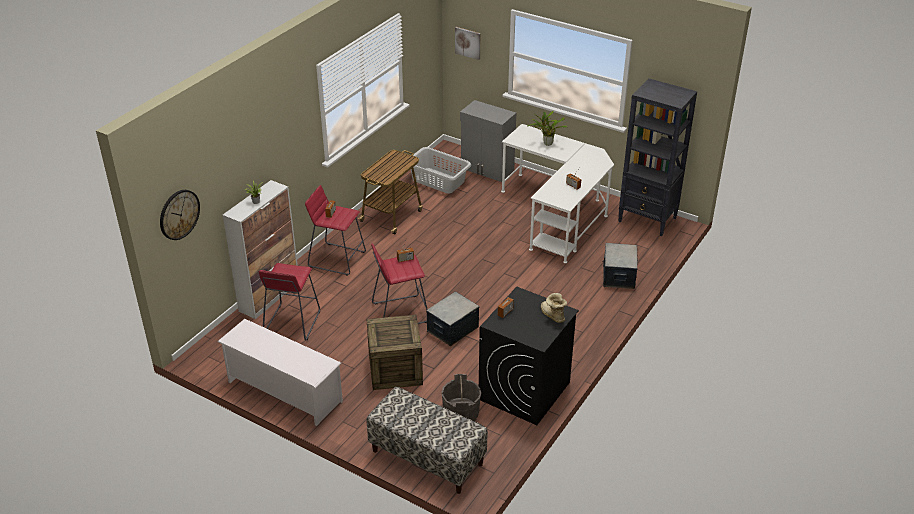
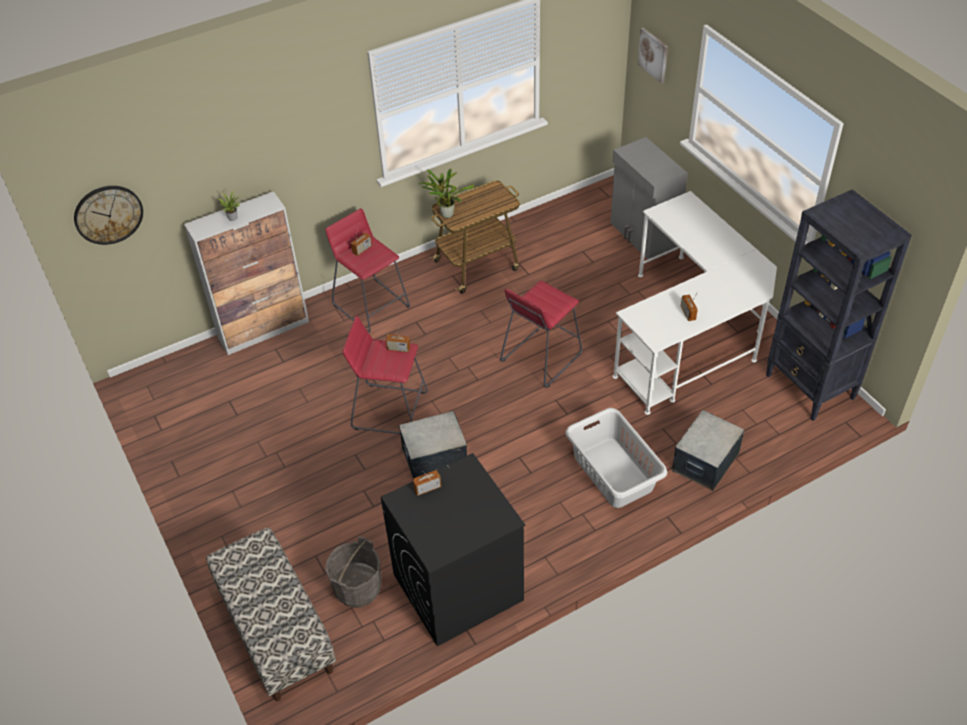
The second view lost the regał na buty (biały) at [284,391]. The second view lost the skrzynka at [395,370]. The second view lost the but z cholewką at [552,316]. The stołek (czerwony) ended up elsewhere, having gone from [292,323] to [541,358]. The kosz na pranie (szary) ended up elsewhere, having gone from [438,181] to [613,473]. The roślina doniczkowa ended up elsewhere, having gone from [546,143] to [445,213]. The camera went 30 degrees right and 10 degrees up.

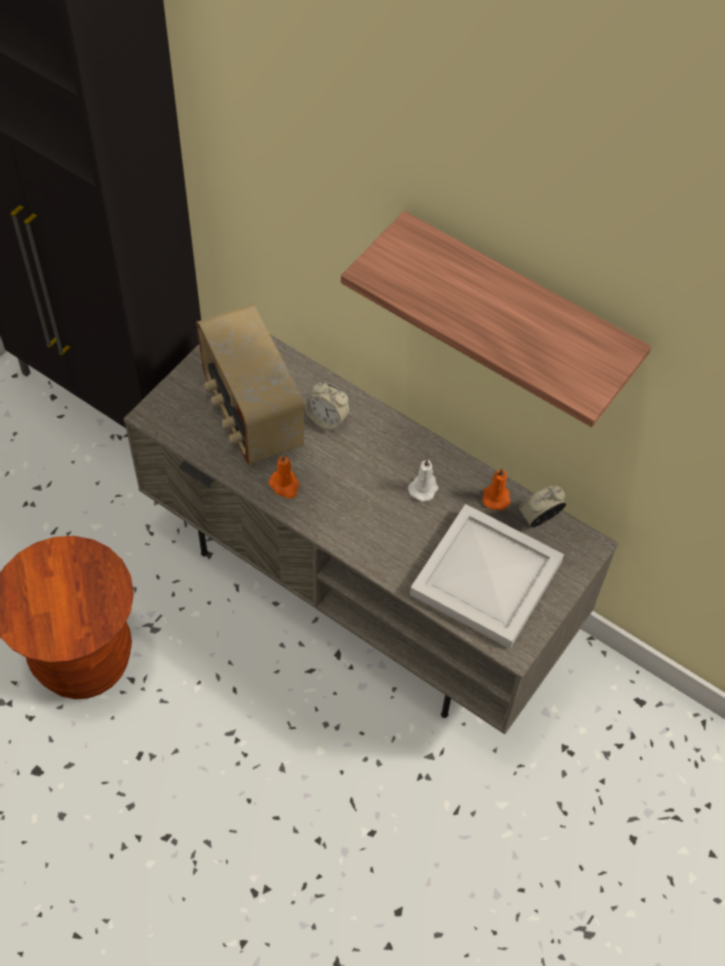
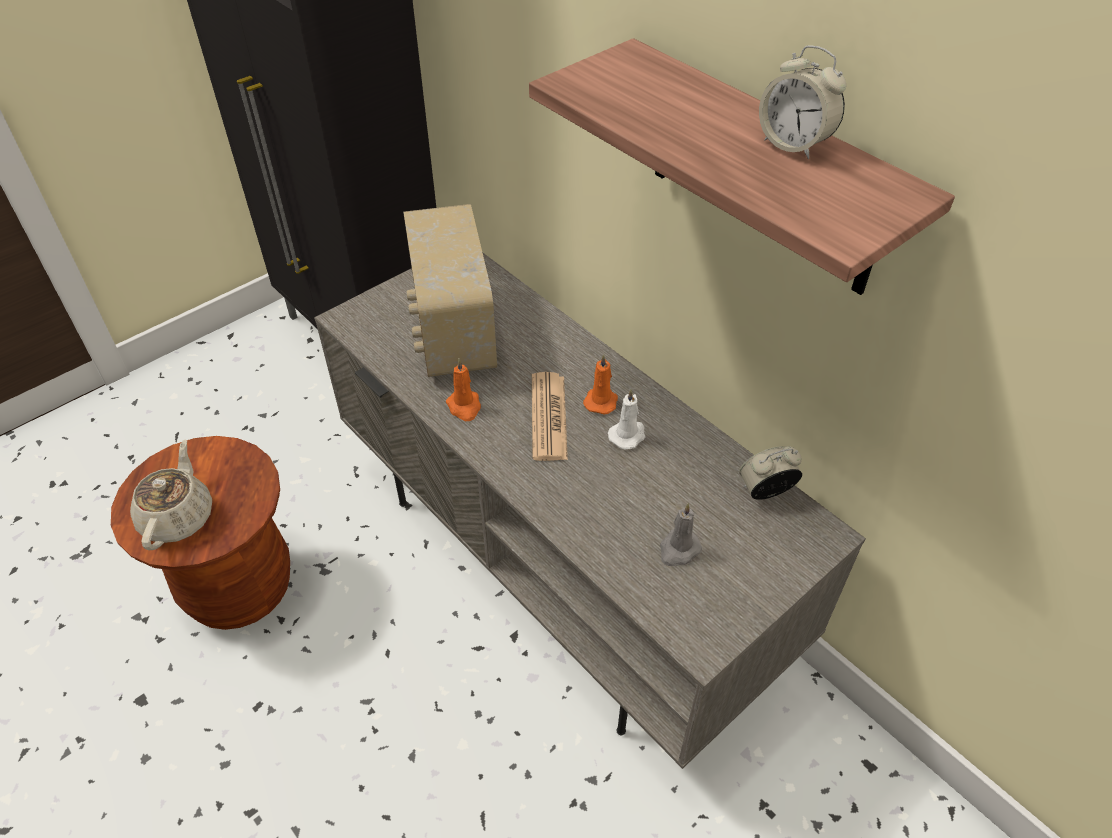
The second view gained the imbryk (beżowy) at [178,517]. The second view gained the gazeta at [548,417]. The budzik ended up elsewhere, having gone from [327,419] to [793,144]. The świeca (pomarańczowy) ended up elsewhere, having gone from [496,496] to [601,400]. Where the taca (biały) stood at [483,579], the świeca (szary) came to stand at [678,550]. The camera went 15 degrees right and 10 degrees down.

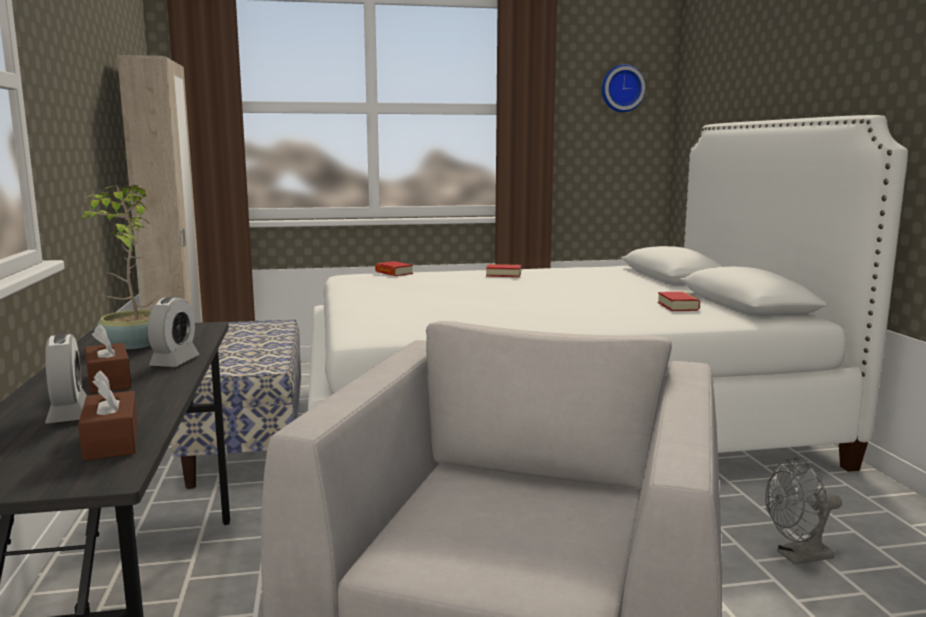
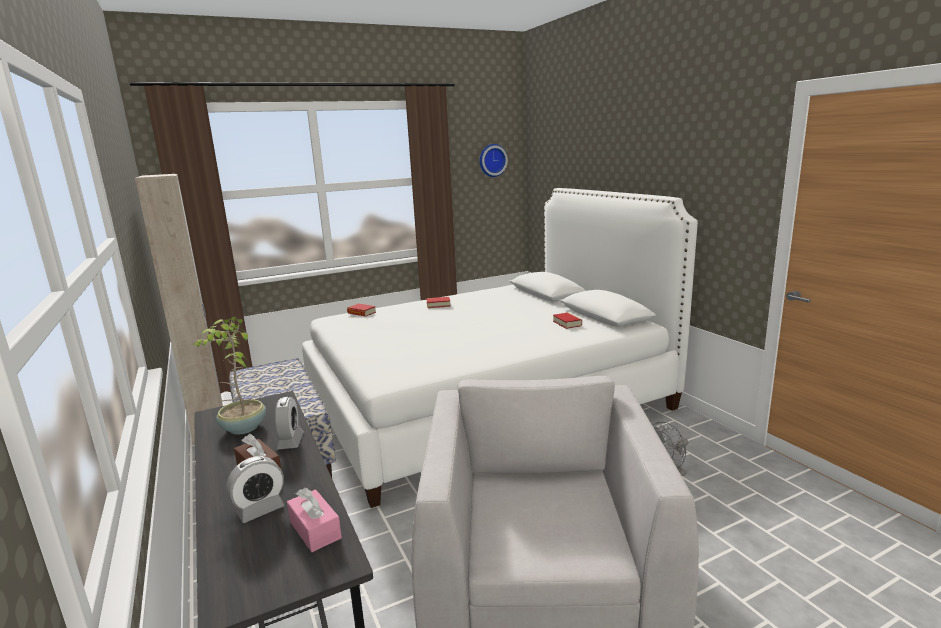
What was the pudełko chusteczek (brązowy) at [111,441] turned into the pudełko chusteczek (różowy) at [315,530]. The budzik at [69,414] ended up facing another way, 90 degrees clockwise from before. The camera went 15 degrees left and 5 degrees up.

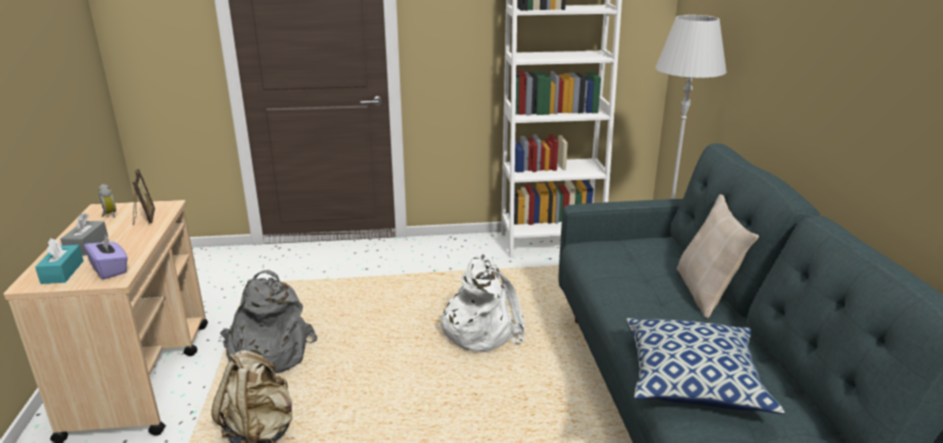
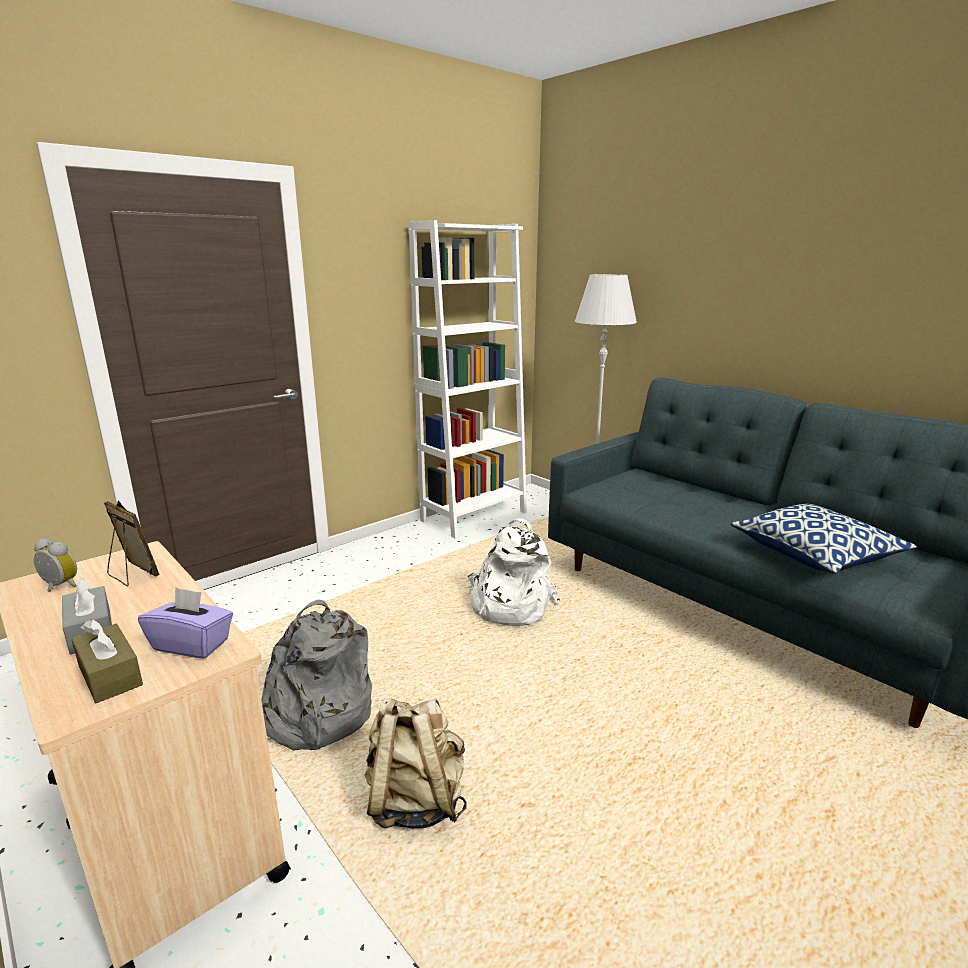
The second view lost the poduszka (beżowy) at [706,293]. What was the pudełko chusteczek (turkusowy) at [62,272] turned into the pudełko chusteczek (brązowy) at [110,675]. The camera went 35 degrees left and 5 degrees down.

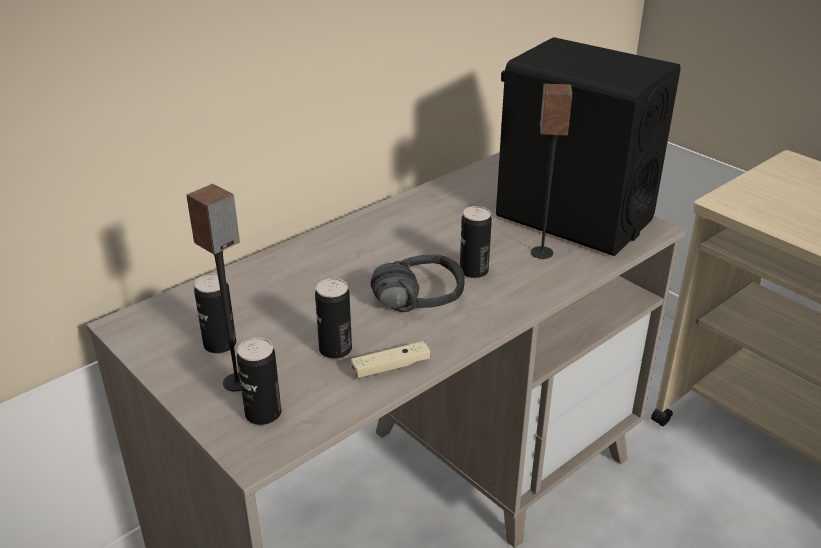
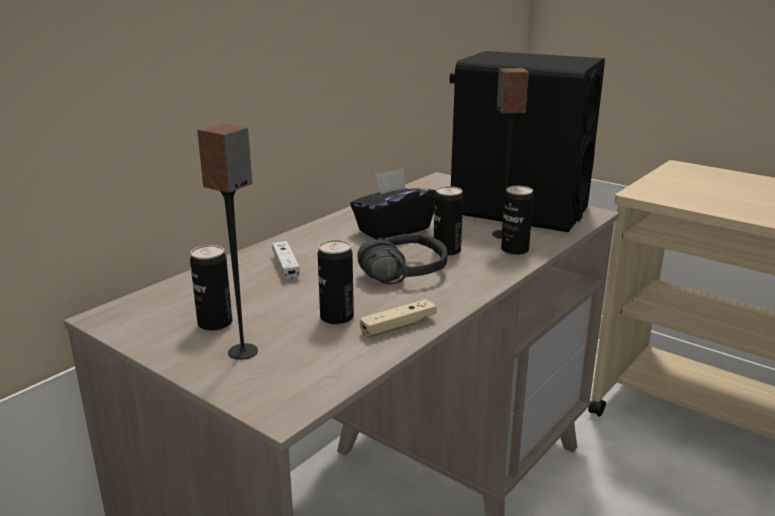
The second view gained the pad do gier (biały) at [286,266]. The second view gained the pudełko chusteczek (czarny) at [393,230]. The puszka ended up elsewhere, having gone from [263,414] to [514,250]. The camera went 10 degrees left and 10 degrees down.

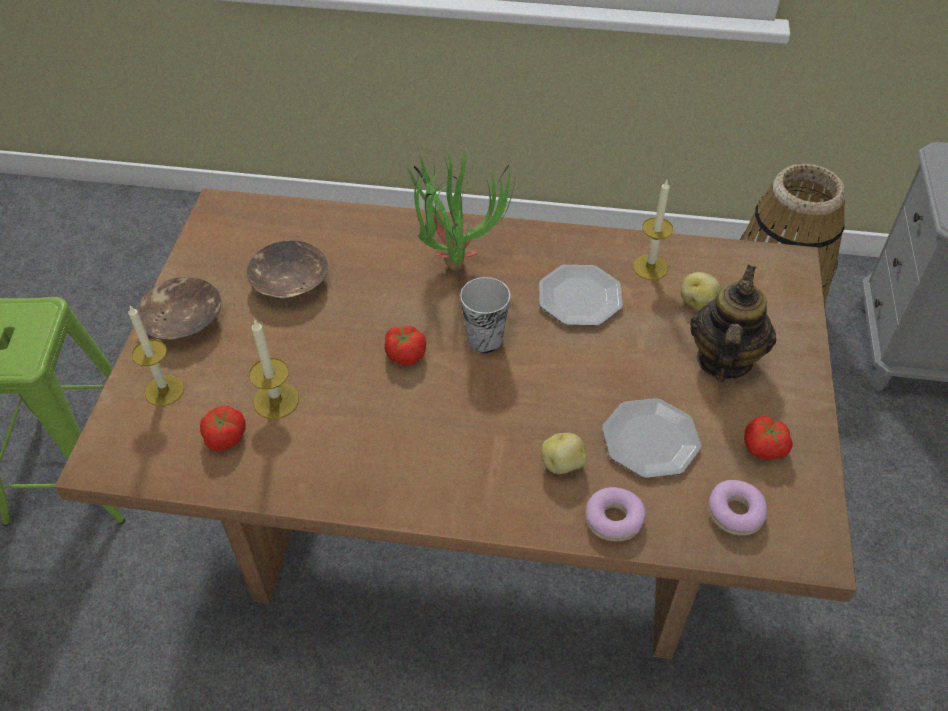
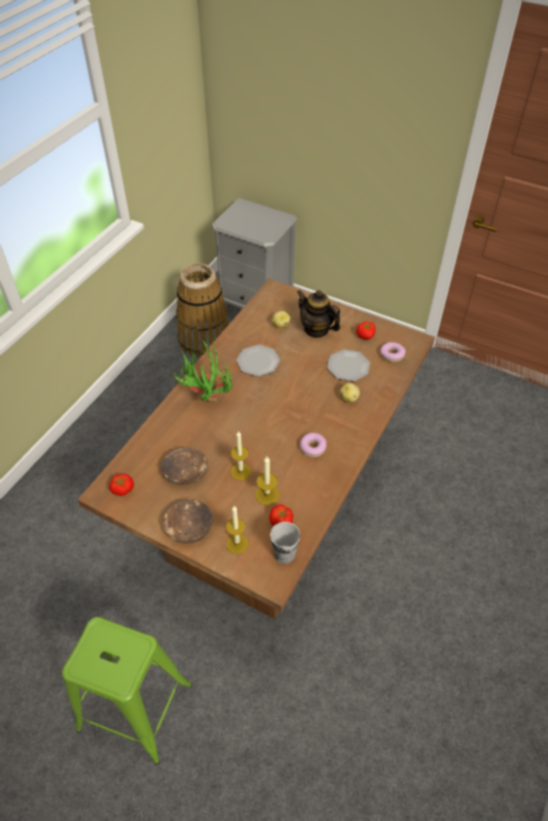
The pomidor ended up elsewhere, having gone from [406,354] to [122,488]. The filiżanka ended up elsewhere, having gone from [485,339] to [284,554]. The donut ended up elsewhere, having gone from [614,519] to [313,447]. The świeca ended up elsewhere, having gone from [650,267] to [240,471]. The camera went 70 degrees left and 0 degrees up.

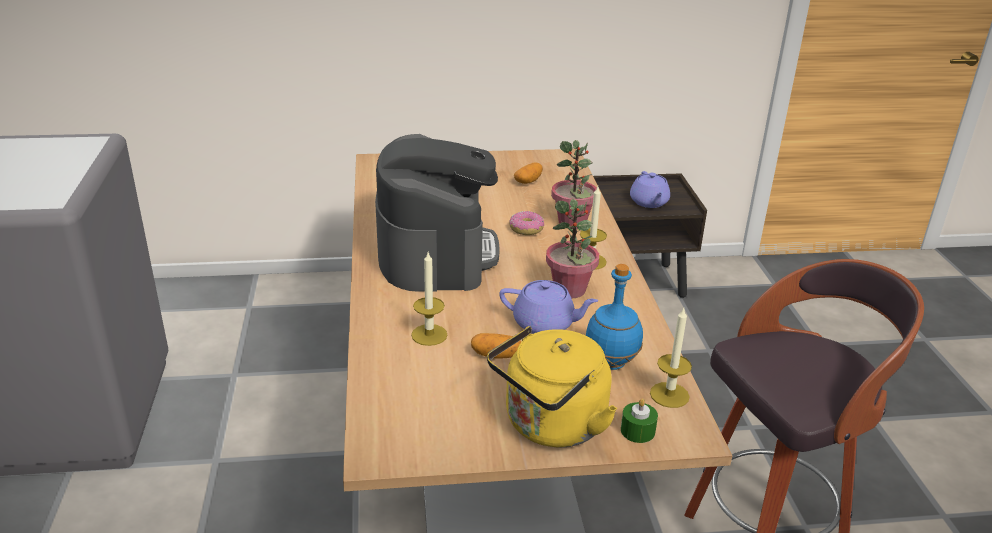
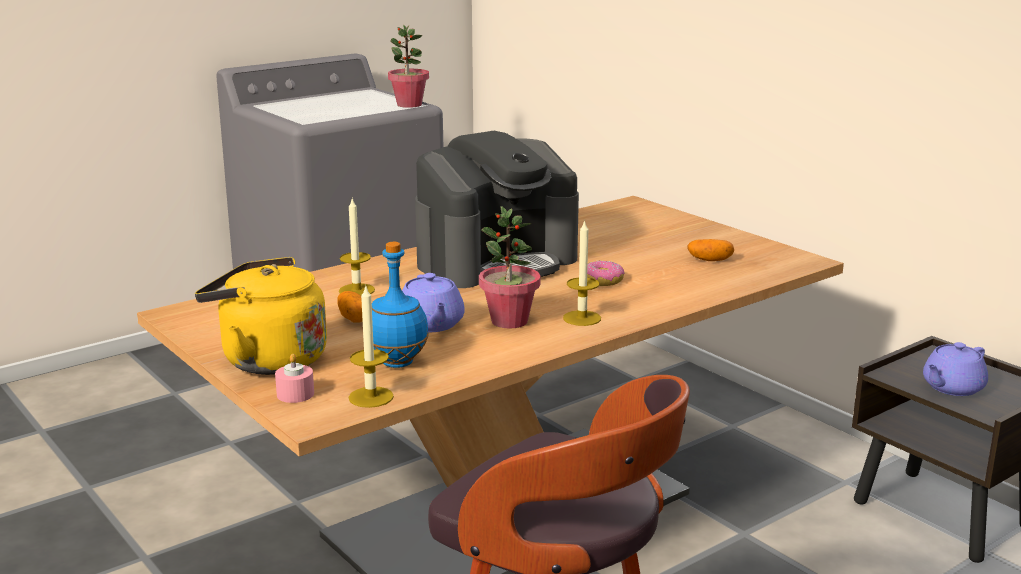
The roślina doniczkowa ended up elsewhere, having gone from [572,223] to [409,105]. What was the świeca (zielony) at [637,431] turned into the świeca (różowy) at [295,394]. The camera went 60 degrees right and 10 degrees down.

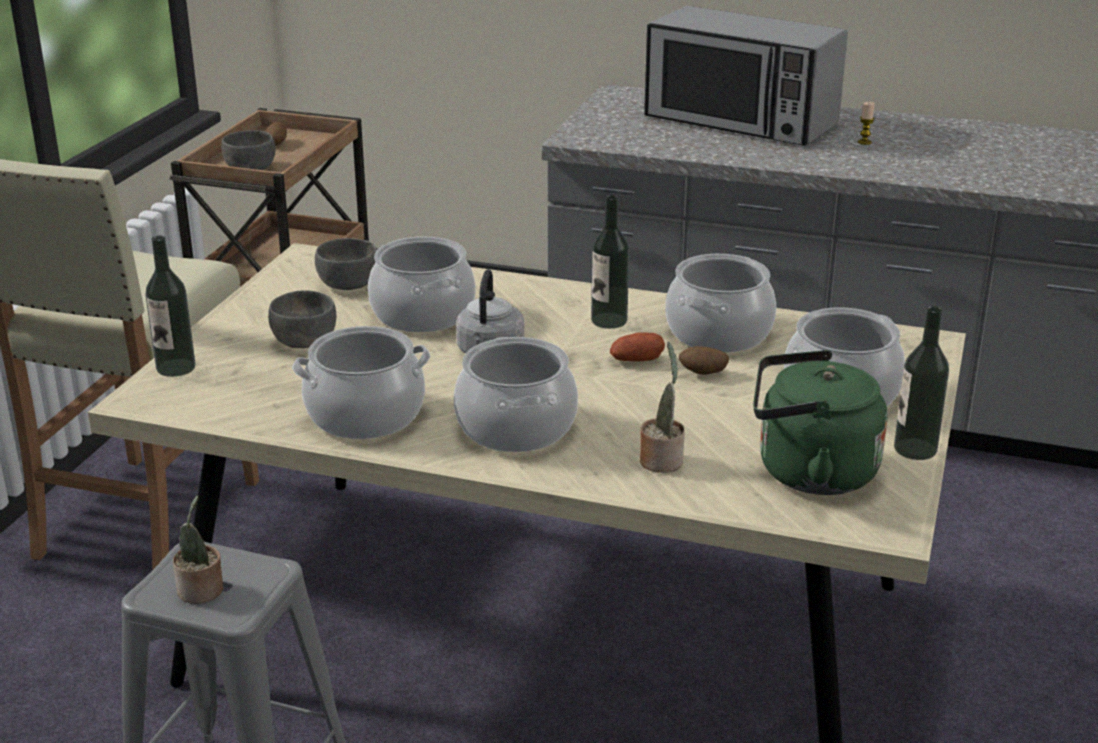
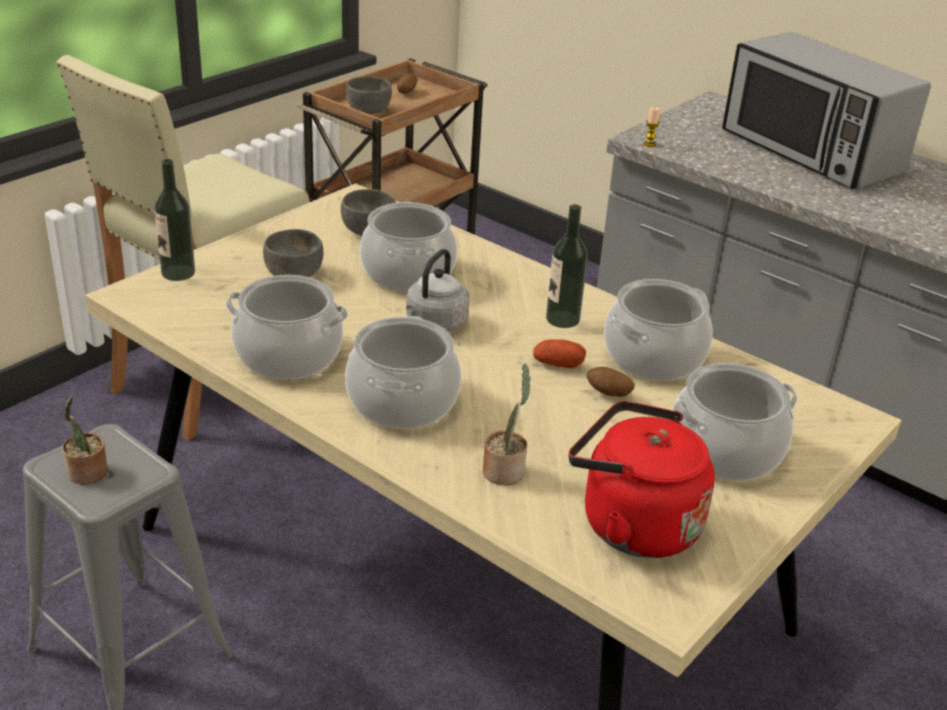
The second view lost the butelka at [915,449]. The świeca ended up elsewhere, having gone from [864,142] to [649,144]. What was the czajnik (zielony) at [808,472] turned into the czajnik (czerwony) at [632,524]. The camera went 20 degrees right and 5 degrees up.

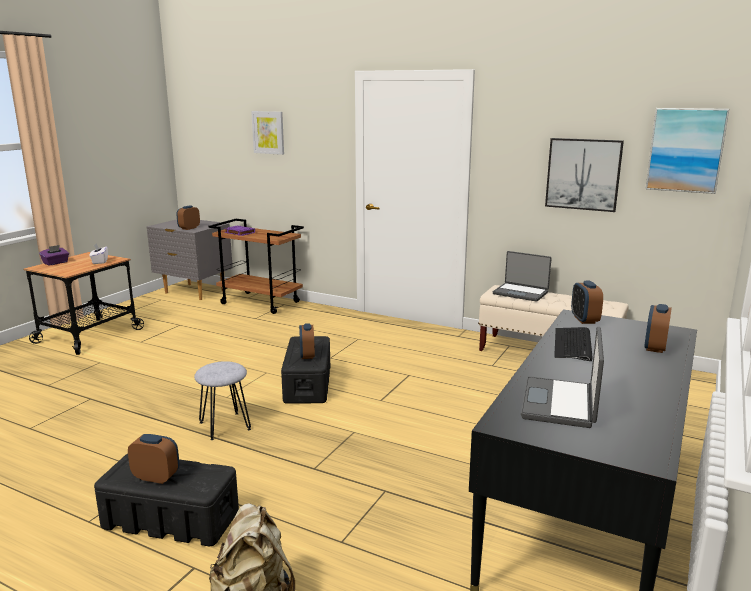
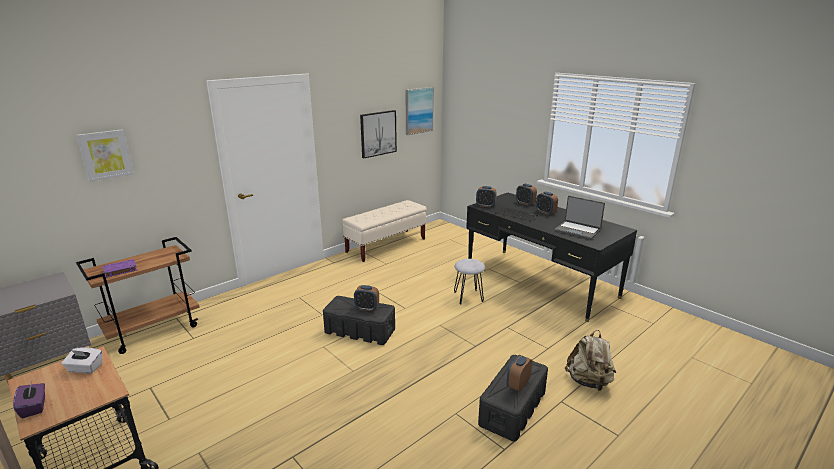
The second view lost the laptop at [521,293]. The budzik ended up elsewhere, having gone from [189,228] to [545,212]. The stołek (szary) ended up elsewhere, having gone from [224,425] to [468,297]. The camera went 70 degrees left and 5 degrees up.

